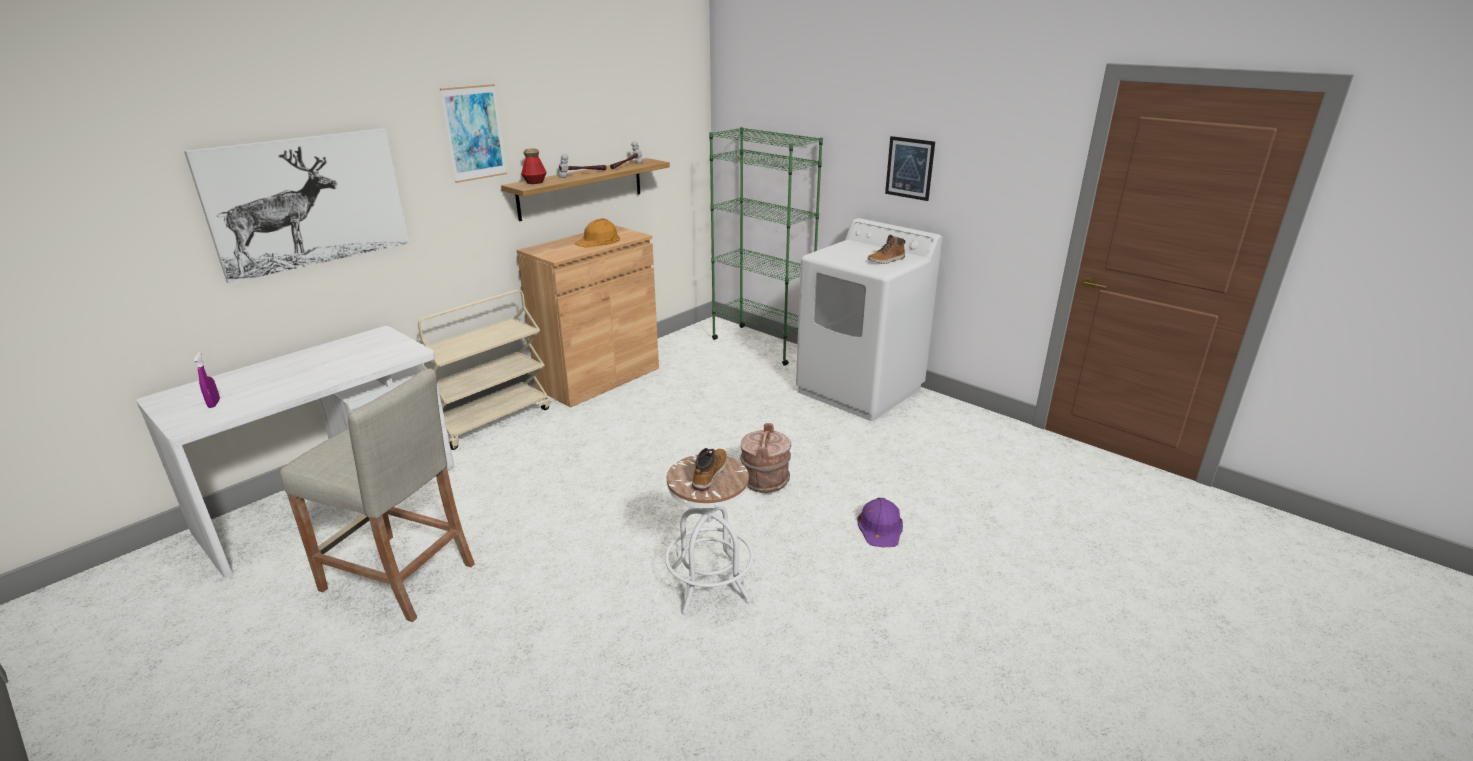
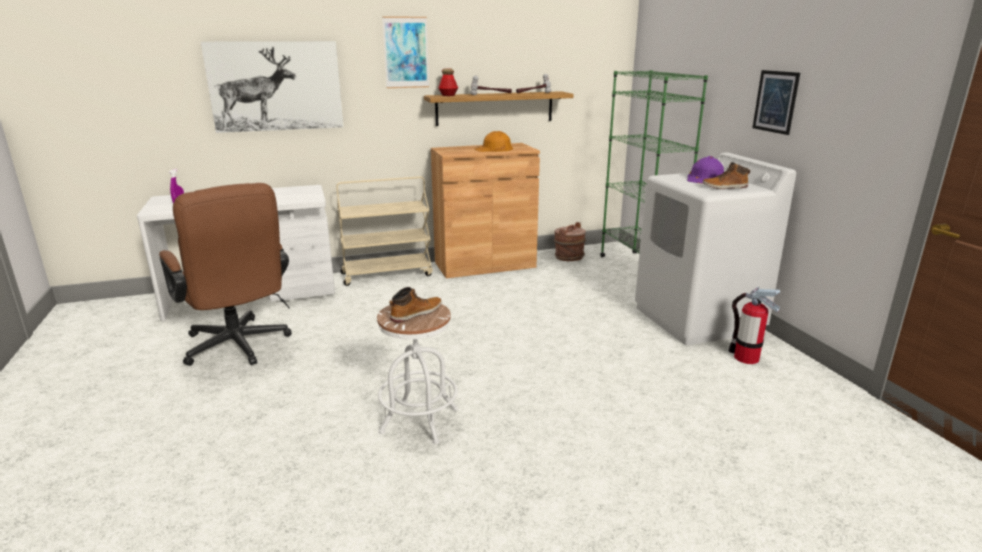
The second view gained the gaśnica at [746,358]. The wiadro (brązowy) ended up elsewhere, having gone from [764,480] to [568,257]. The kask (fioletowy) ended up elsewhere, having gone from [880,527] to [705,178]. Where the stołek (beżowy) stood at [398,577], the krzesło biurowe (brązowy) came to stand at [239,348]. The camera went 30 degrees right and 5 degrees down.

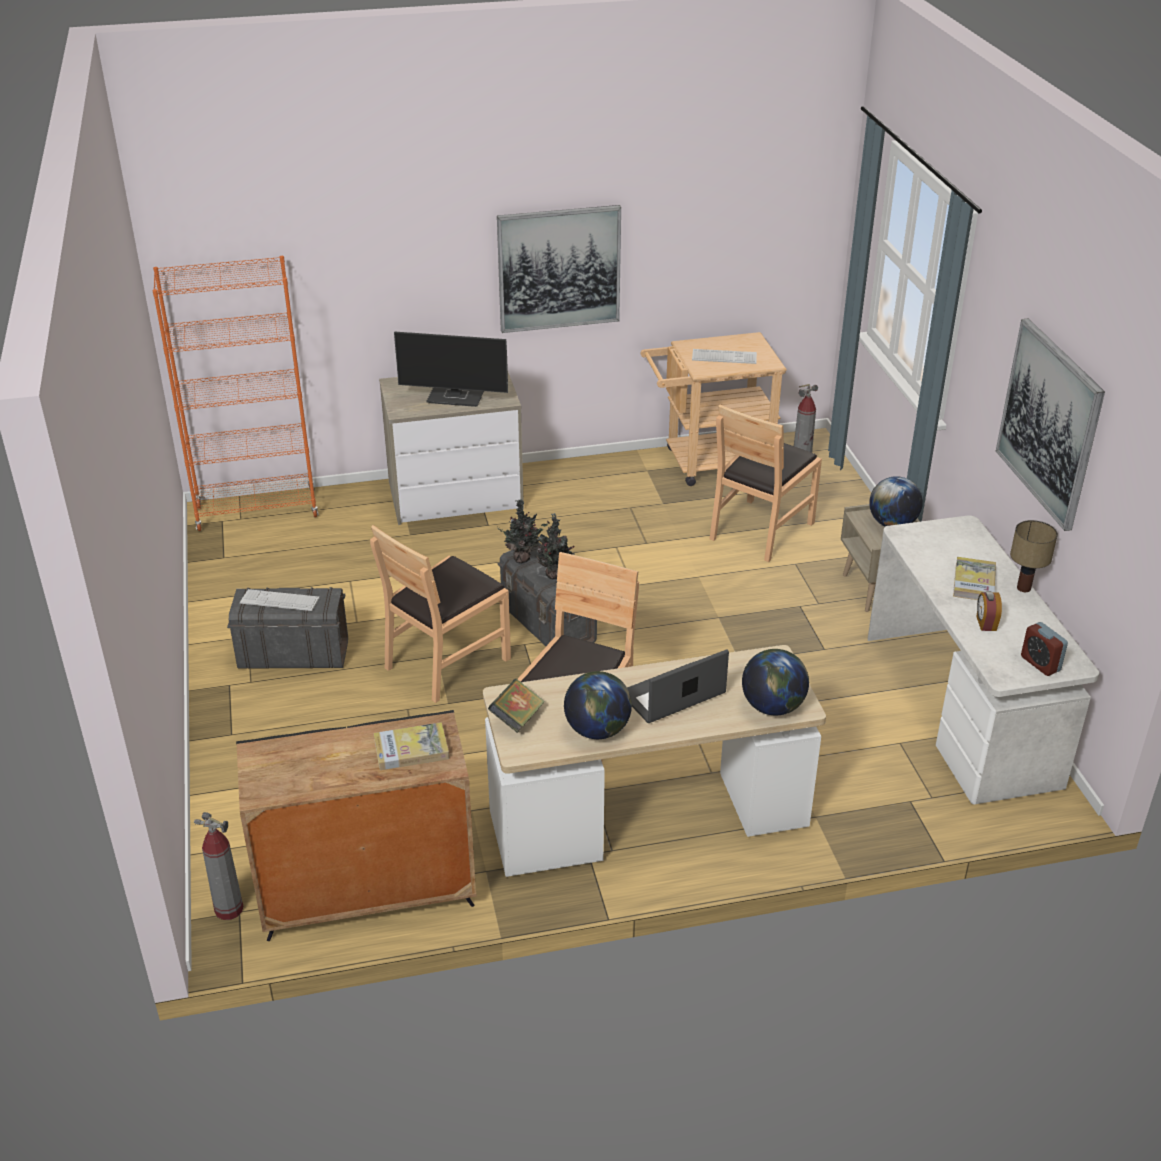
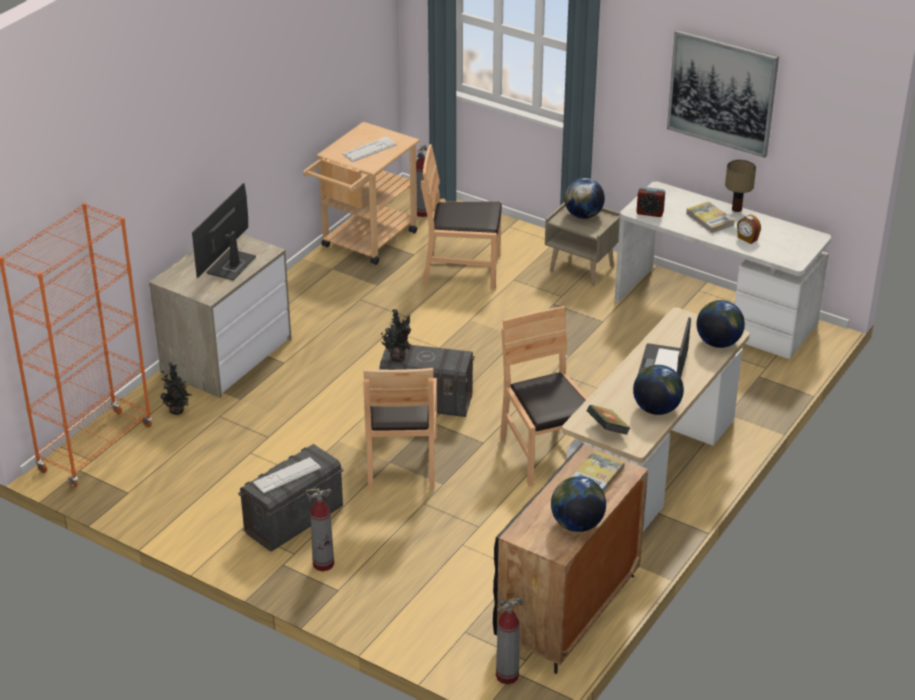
The second view lost the obraz at [559,268]. The second view gained the gaśnica at [323,564]. The second view gained the globus at [577,524]. The roślina doniczkowa ended up elsewhere, having gone from [555,576] to [178,411]. The budzik ended up elsewhere, having gone from [1040,664] to [650,213]. The monitor at [457,397] ended up facing another way, 150 degrees clockwise from before. The krzesło (brązowy) at [760,530] ended up facing another way, 105 degrees clockwise from before. The camera went 45 degrees left and 0 degrees up.

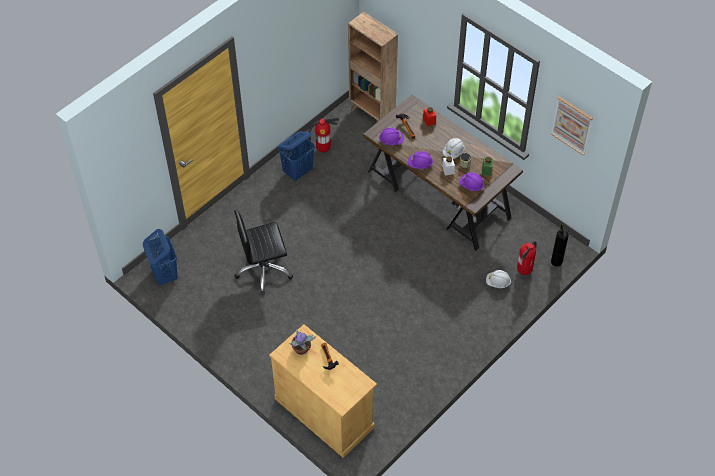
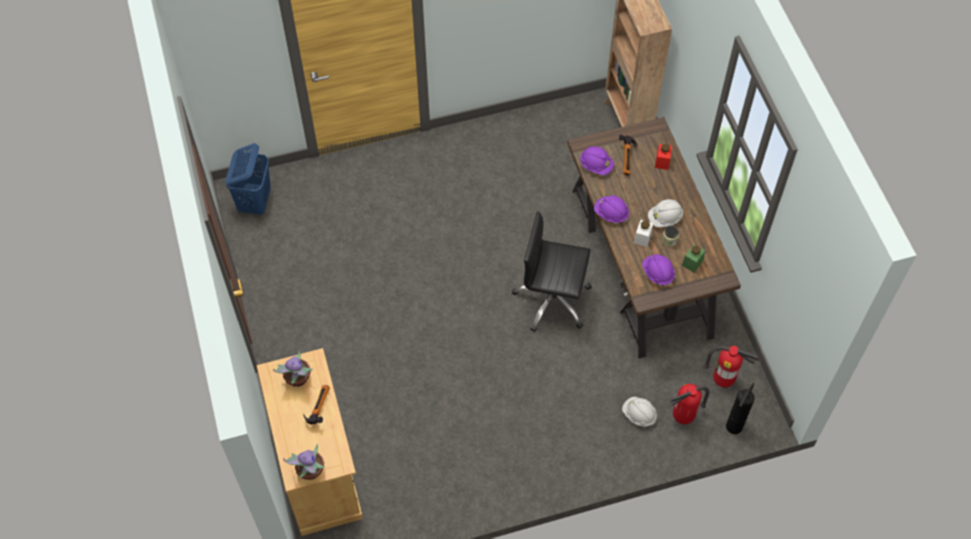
The second view lost the kosz na pranie (niebieski) at [298,171]. The second view lost the obraz at [572,125]. The second view gained the roślina doniczkowa at [310,472]. The krzesło biurowe (czarny) ended up elsewhere, having gone from [264,270] to [552,300]. The gaśnica ended up elsewhere, having gone from [323,149] to [723,380]. The camera went 30 degrees right and 5 degrees up.

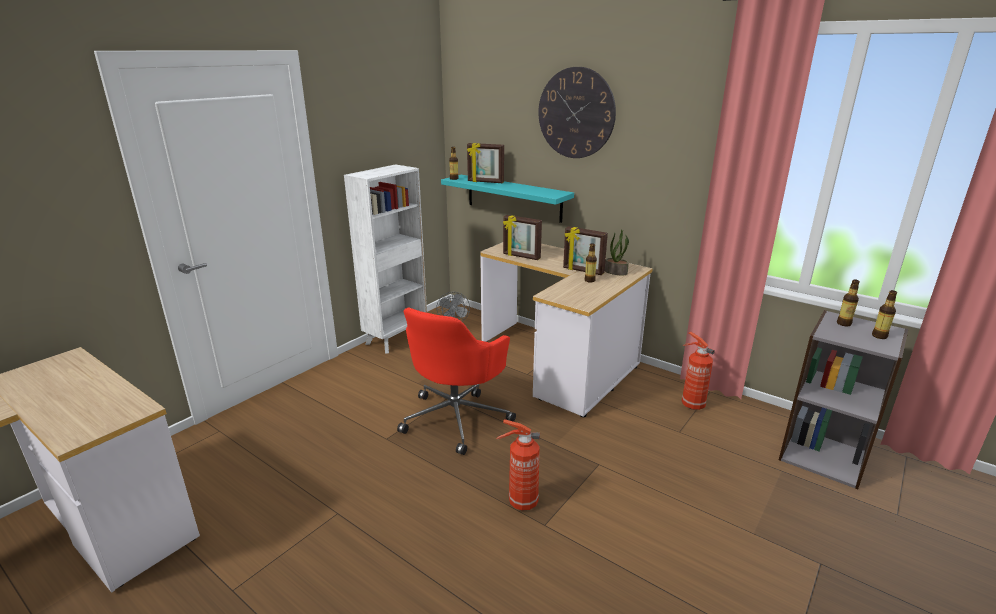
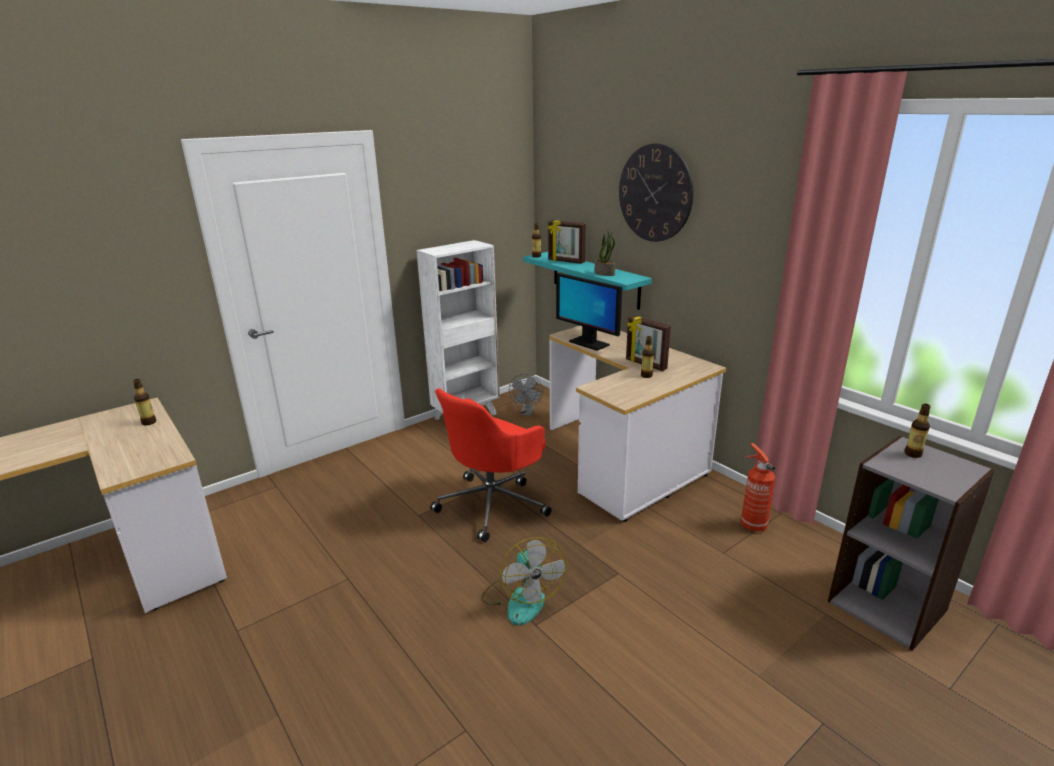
The roślina doniczkowa ended up elsewhere, having gone from [616,272] to [605,273]. The butelka ended up elsewhere, having gone from [879,336] to [149,422]. Where the gaśnica stood at [521,502], the wentylator came to stand at [521,598]. Where the ramka na zdjęcie stood at [521,256], the monitor came to stand at [588,343]. The camera went 15 degrees right and 0 degrees up.

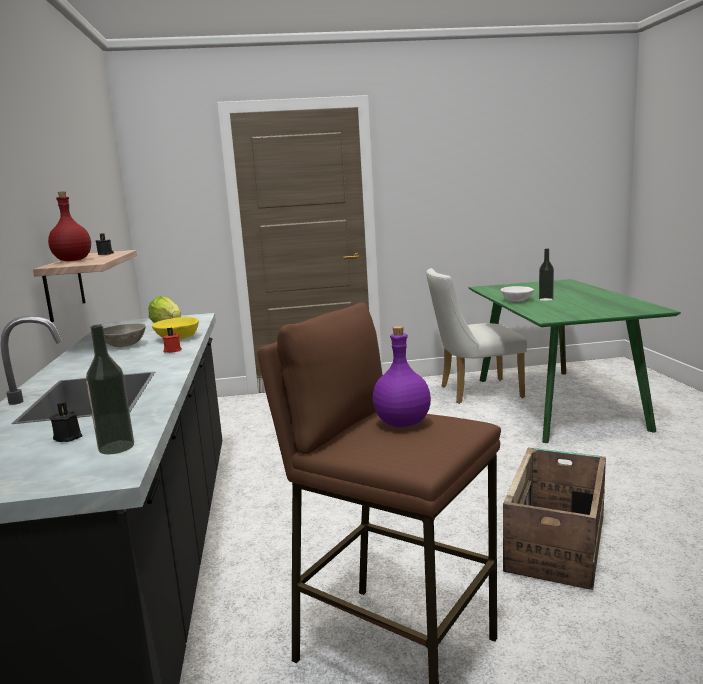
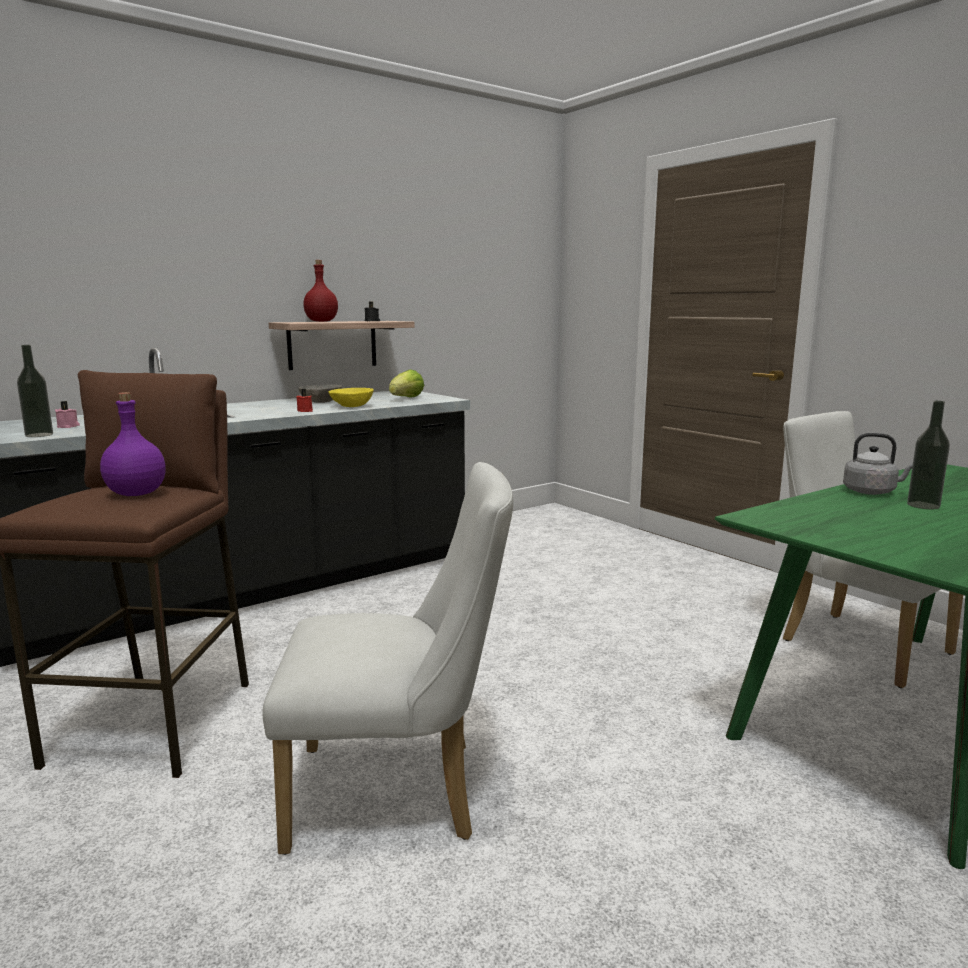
Where the miska (biały) stood at [516,300], the czajnik (szary) came to stand at [872,492]. Where the skrzynka stood at [557,543], the krzesło (biały) came to stand at [399,793]. What was the świeca (czarny) at [68,437] turned into the świeca (różowy) at [68,426]. The camera went 60 degrees right and 0 degrees up.

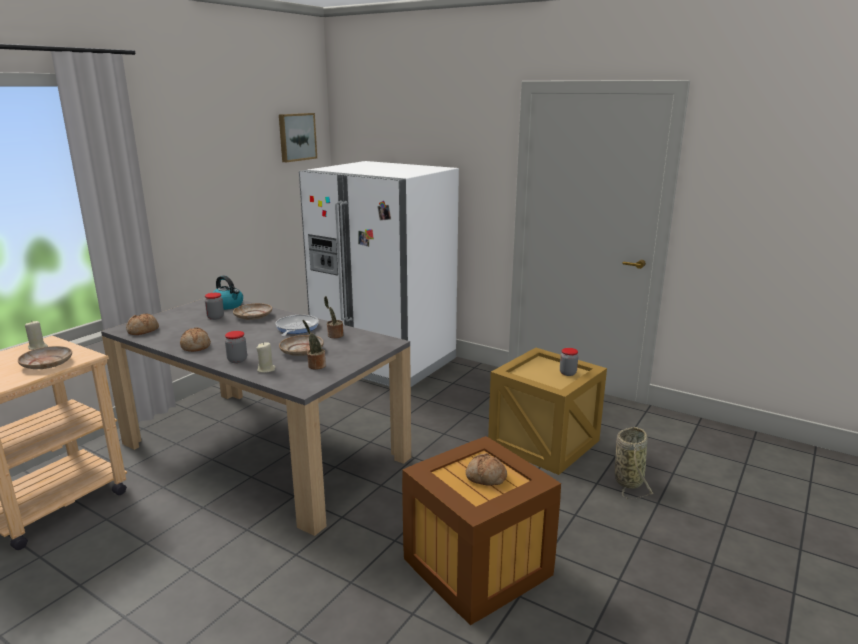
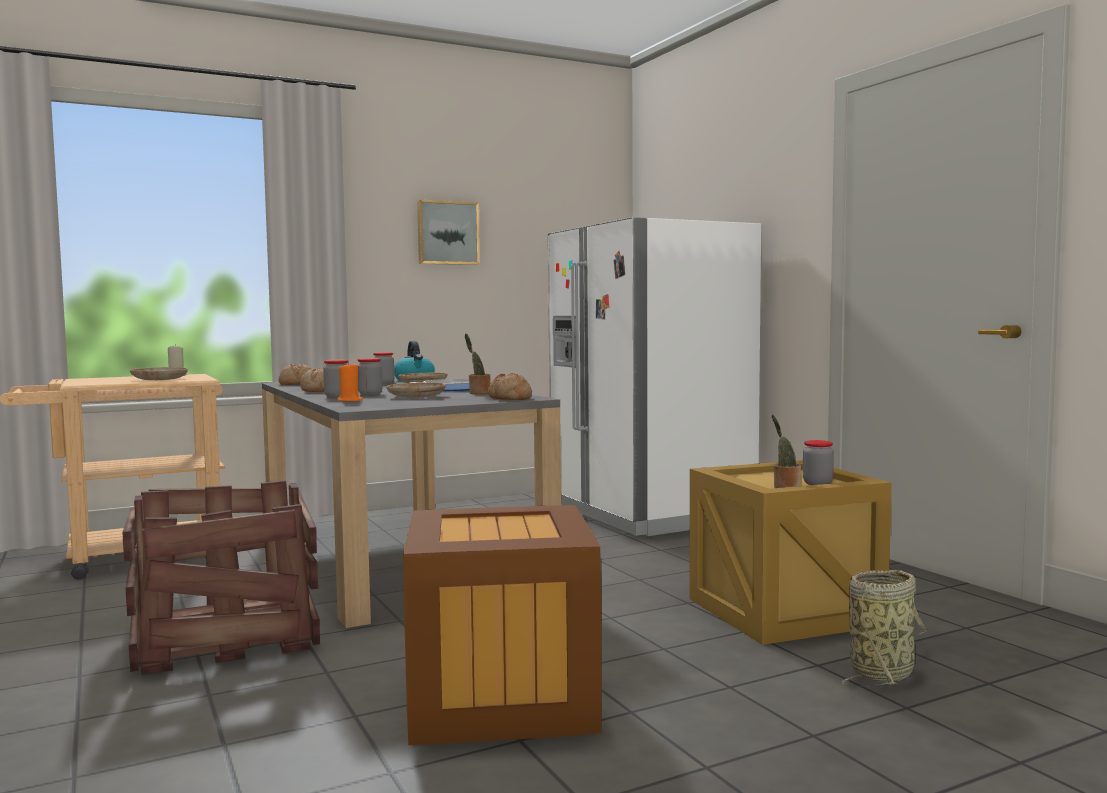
The second view gained the skrzynka at [222,636]. The second view gained the słoik at [370,393]. The obraz ended up elsewhere, having gone from [296,137] to [447,233]. The roślina doniczkowa ended up elsewhere, having gone from [315,365] to [785,487]. The chleb ended up elsewhere, having gone from [485,477] to [509,398]. What was the świeca (beżowy) at [266,369] turned into the świeca (pomarańczowy) at [350,400]. The camera went 30 degrees right and 15 degrees down.

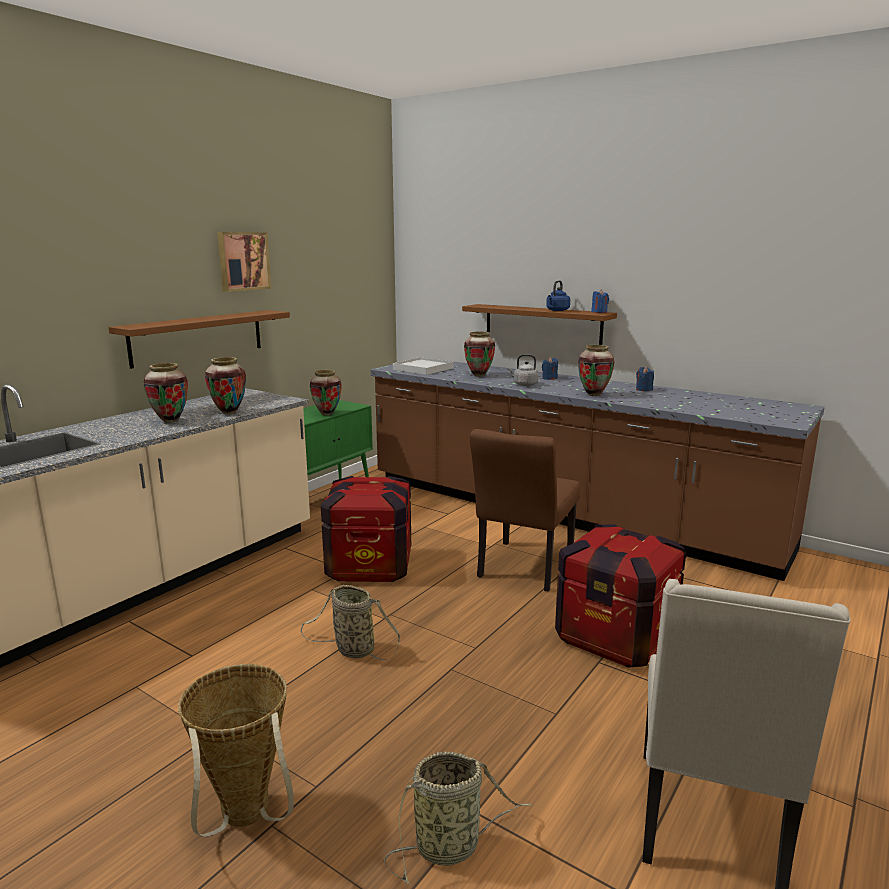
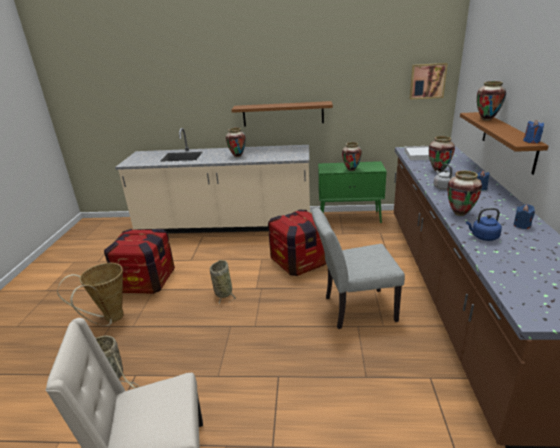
The wazon ended up elsewhere, having gone from [229,412] to [486,119]. The obraz ended up elsewhere, having gone from [243,261] to [427,81]. The czajnik (niebieski) ended up elsewhere, having gone from [557,310] to [483,237]. The skrzynka ended up elsewhere, having gone from [615,636] to [146,281]. What was the krzesło (brązowy) at [522,569] turned into the krzesło (szary) at [353,309]. The camera went 60 degrees right and 10 degrees up.

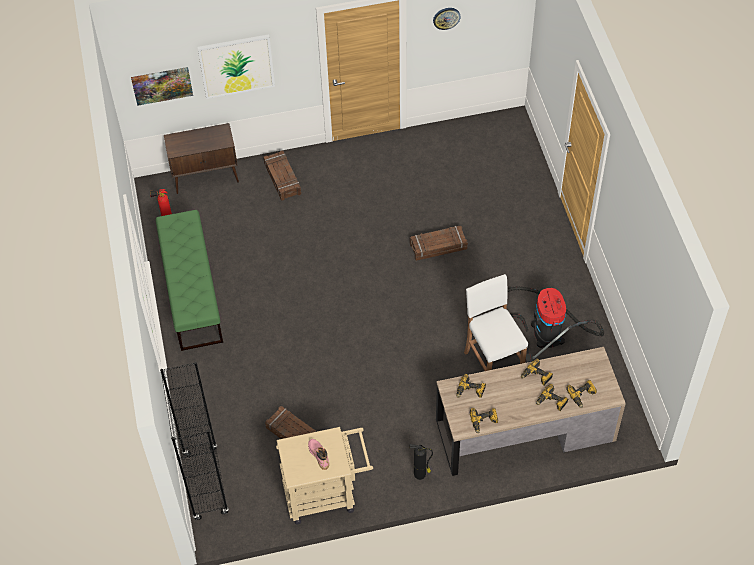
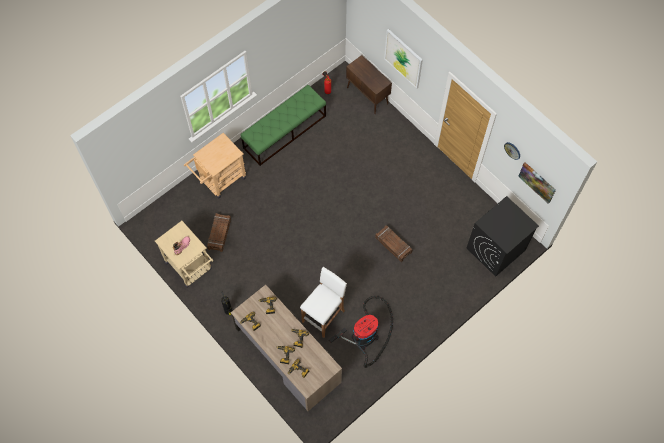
The second view lost the regał (czarny) at [205,483]. The second view lost the skrzynka at [282,179]. The second view gained the wózek (beżowy) at [219,180]. The second view gained the pralka (czarny) at [495,249]. The obraz ended up elsewhere, having gone from [162,85] to [537,182]. The camera went 60 degrees right and 10 degrees up.

